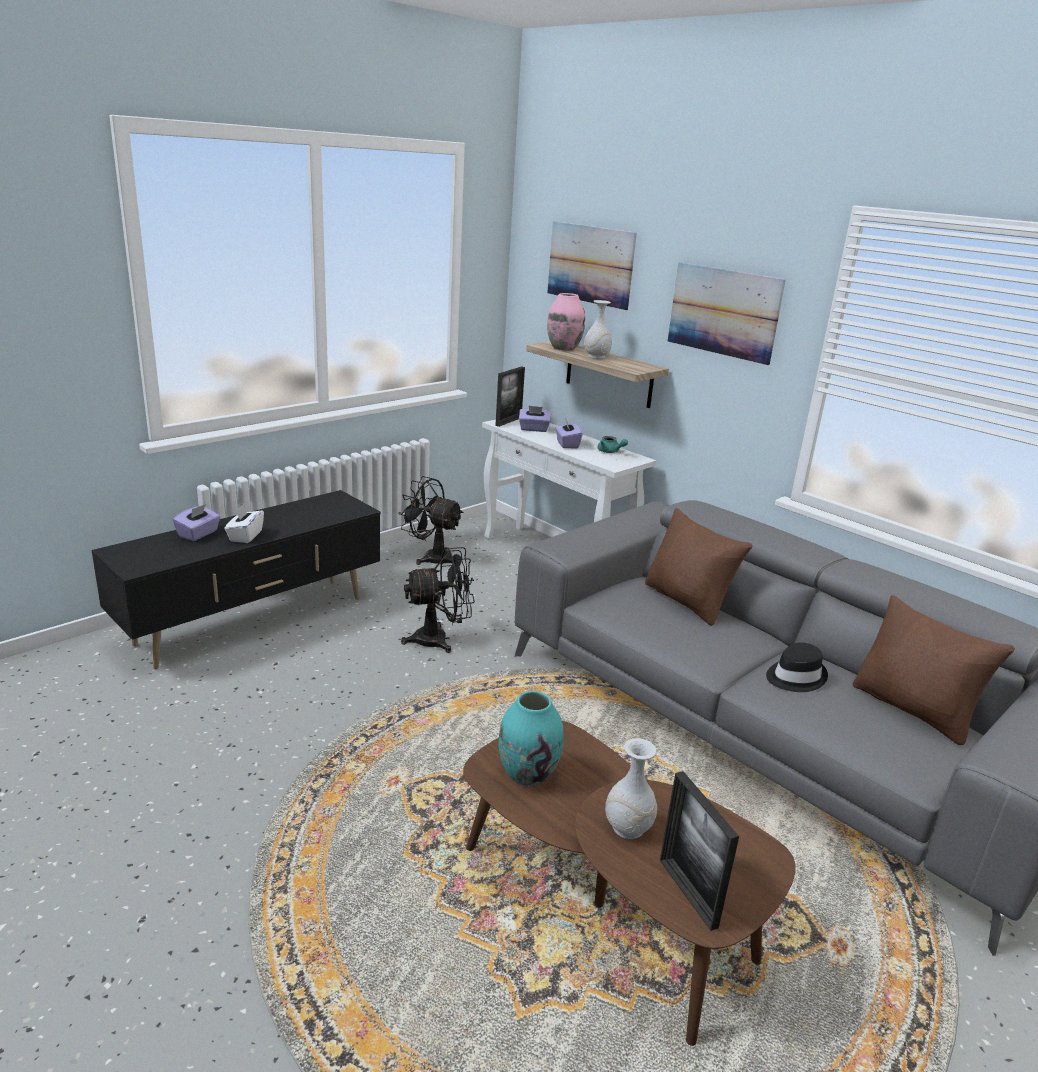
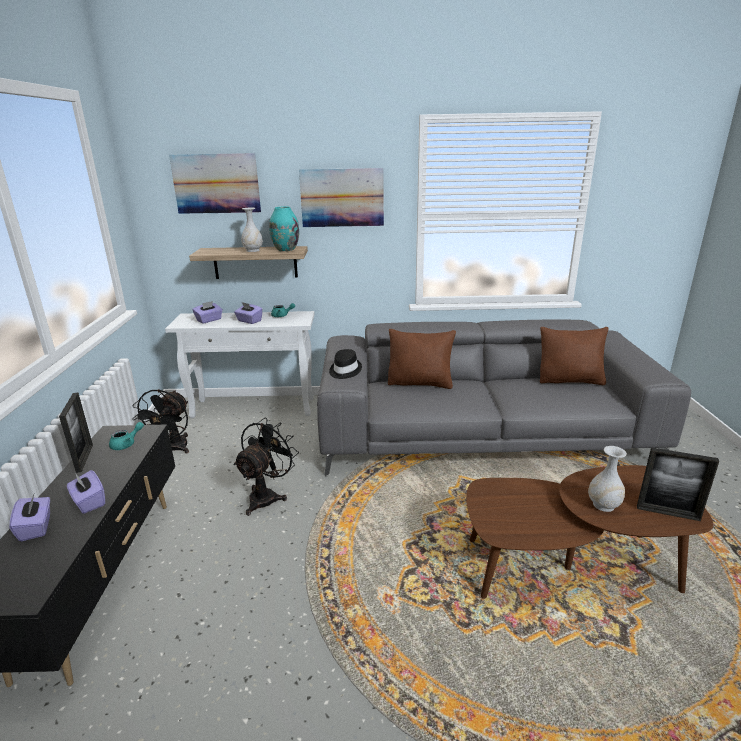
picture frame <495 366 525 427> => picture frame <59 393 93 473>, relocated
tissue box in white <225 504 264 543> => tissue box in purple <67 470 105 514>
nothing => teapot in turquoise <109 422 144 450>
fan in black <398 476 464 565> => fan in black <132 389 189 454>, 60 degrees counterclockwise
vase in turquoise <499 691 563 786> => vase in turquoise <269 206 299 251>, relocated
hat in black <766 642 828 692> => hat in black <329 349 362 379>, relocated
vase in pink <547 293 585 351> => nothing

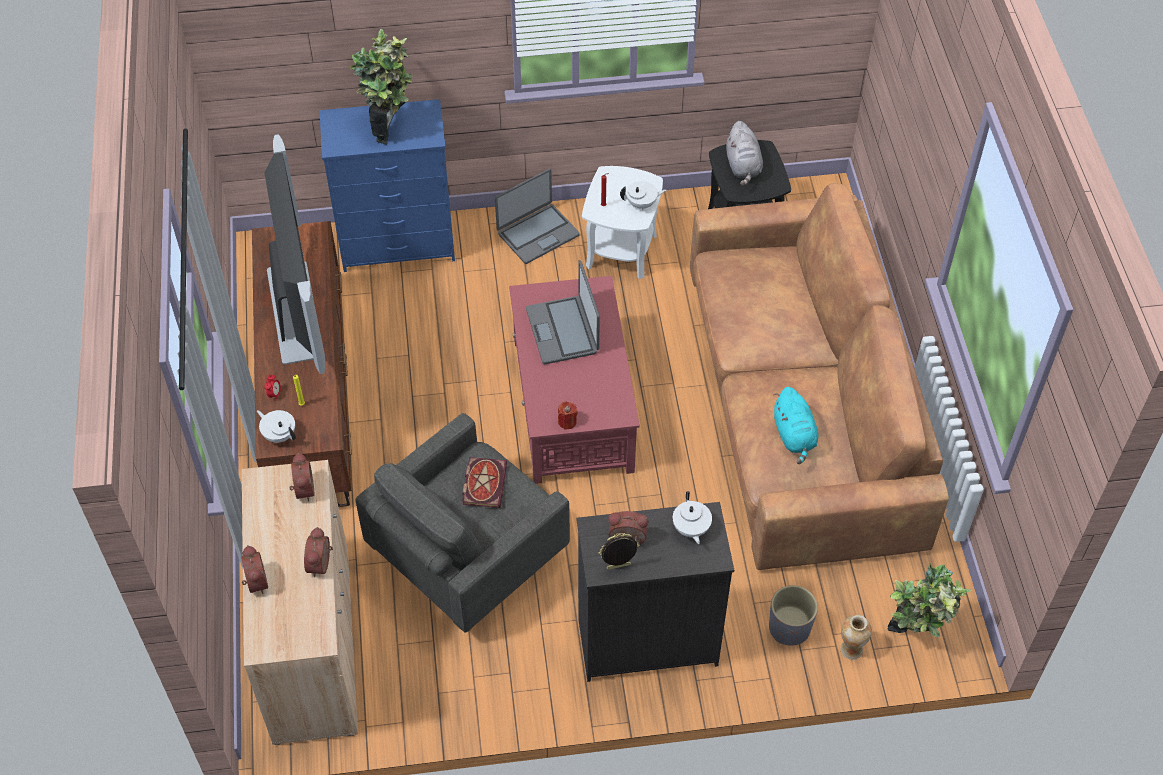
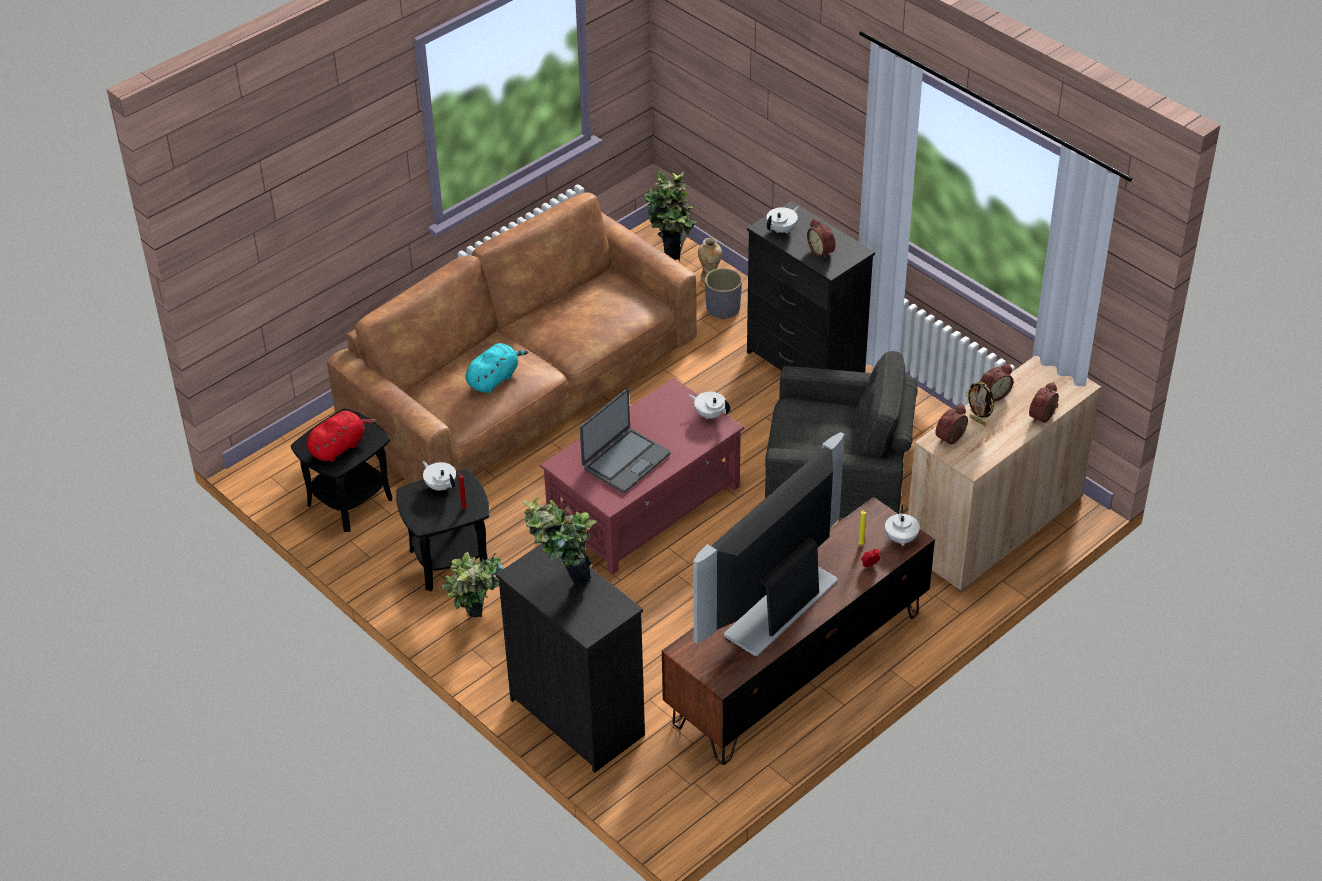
plush toy in grey <726 121 763 186> => plush toy in red <307 411 377 462>
side table in white <582 166 663 279> => side table in black <396 469 489 591>
laptop <495 169 580 264> => potted plant <441 552 504 617>
plush toy in turquoise <774 387 818 464> => plush toy in turquoise <465 343 528 393>, relocated
dresser in blue <319 99 455 272> => dresser in black <496 544 645 773>
candle in red <558 402 578 430> => teapot in white <688 392 730 419>
picture frame <598 533 640 570> => picture frame <966 381 995 426>, relocated
book <462 457 507 508> => nothing

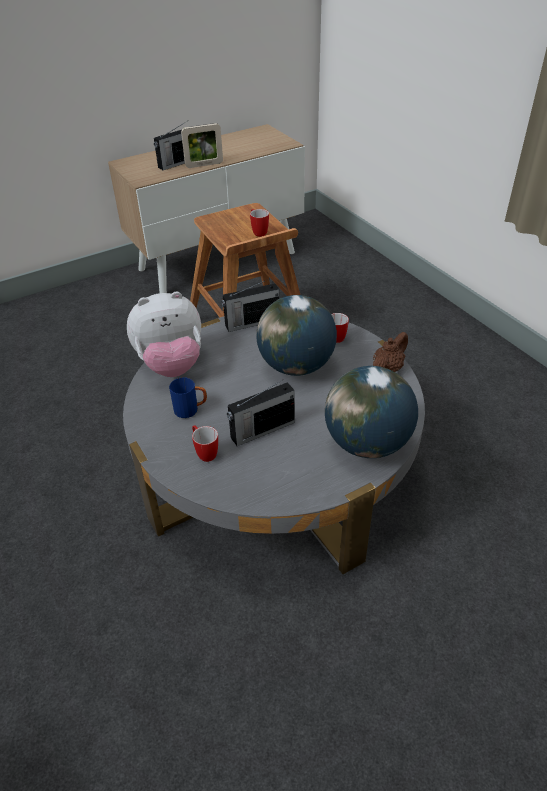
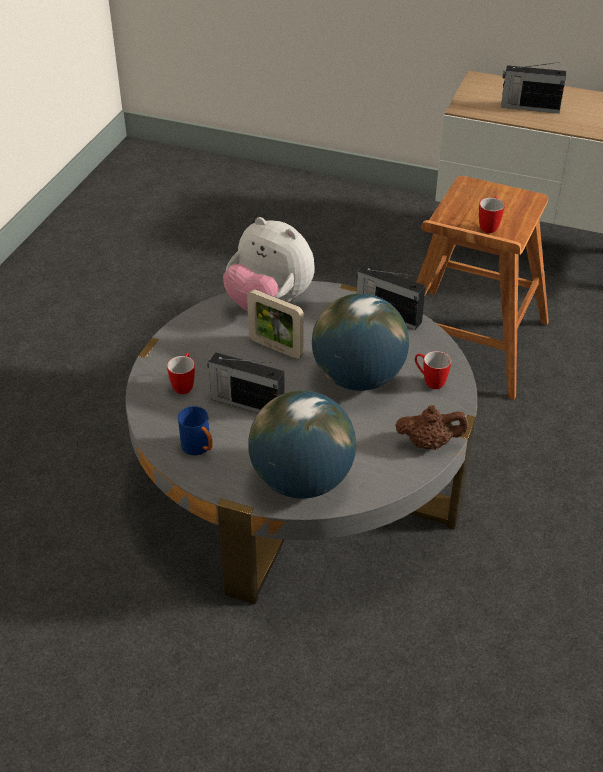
mug in blue <169 378 207 418> => mug in blue <178 406 213 455>, relocated
picture frame <181 123 223 168> => picture frame <247 289 304 359>, relocated

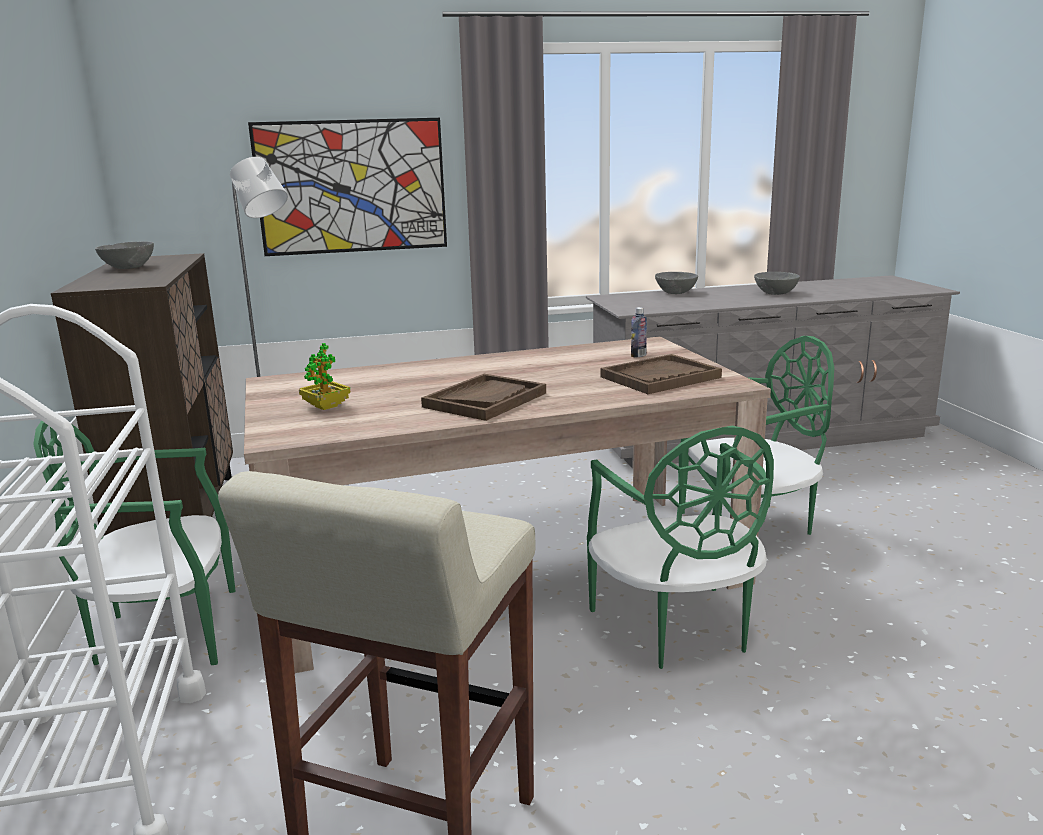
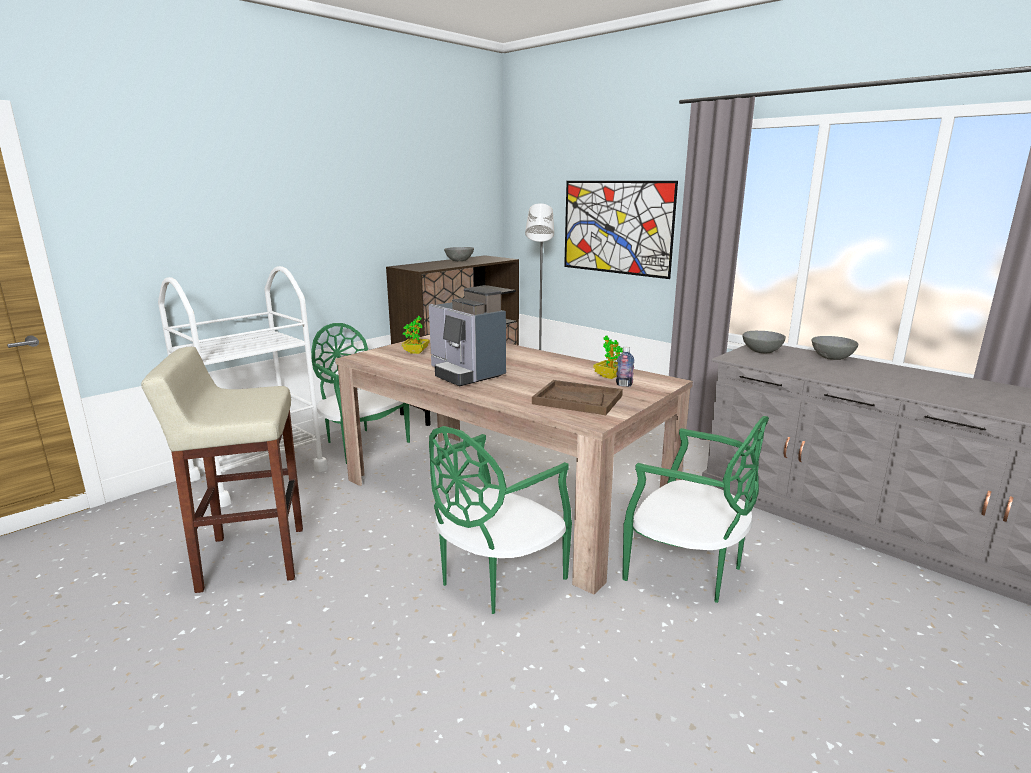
tray in brown <421 374 546 421> => coffee machine <429 286 506 386>
nothing => potted plant <593 336 623 379>
bowl in grey <754 272 800 295> => bowl in grey <742 331 786 353>, relocated

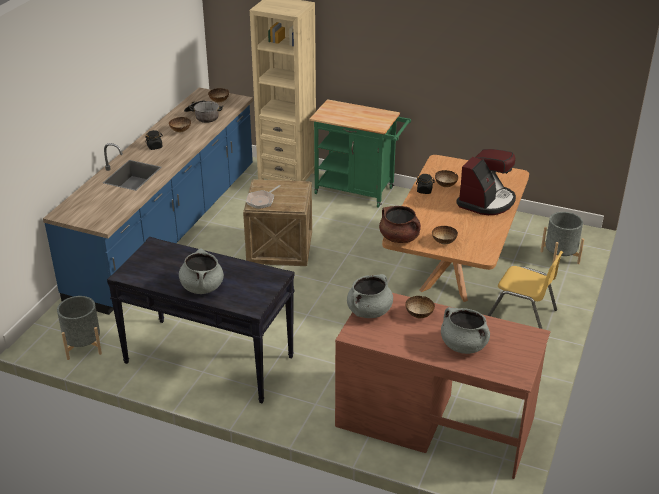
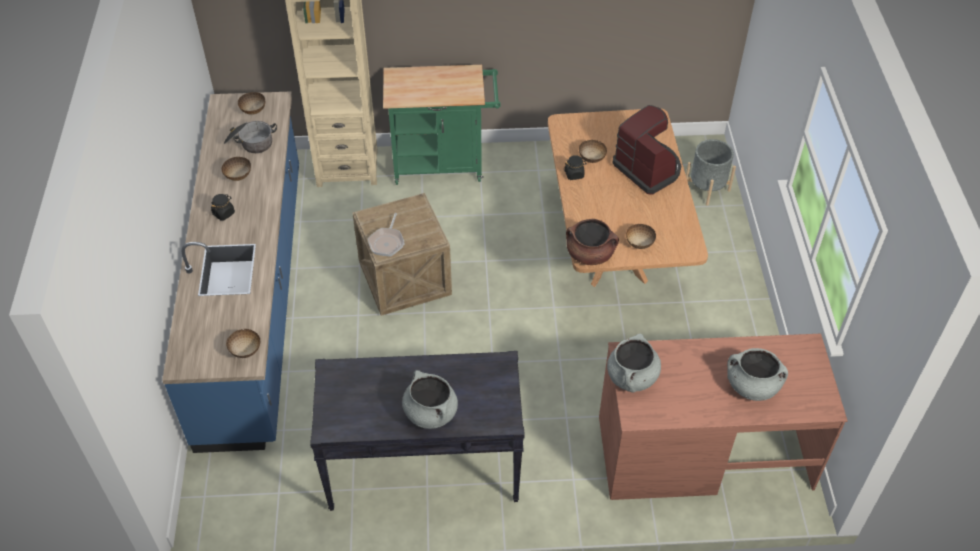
bowl <405 296 435 318> => bowl <226 329 260 358>, relocated
coffee machine <456 149 516 215> => coffee machine <612 105 681 195>, 45 degrees counterclockwise
planter in grey <57 296 102 360> => nothing
chair in yellow <487 251 563 329> => nothing

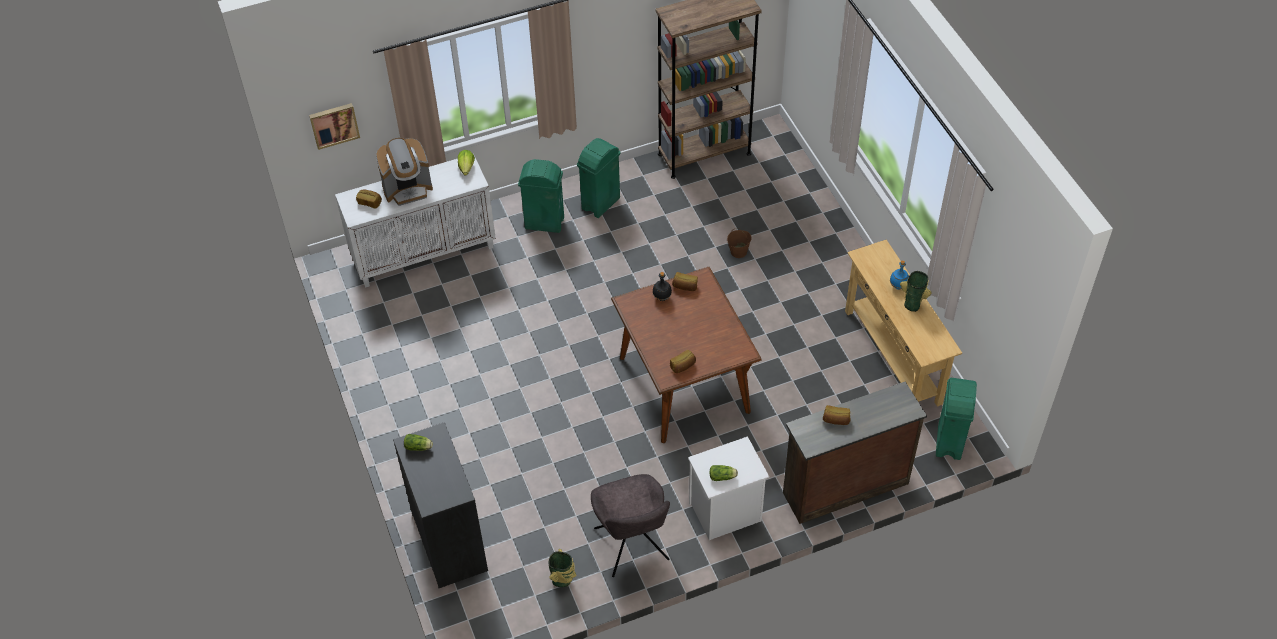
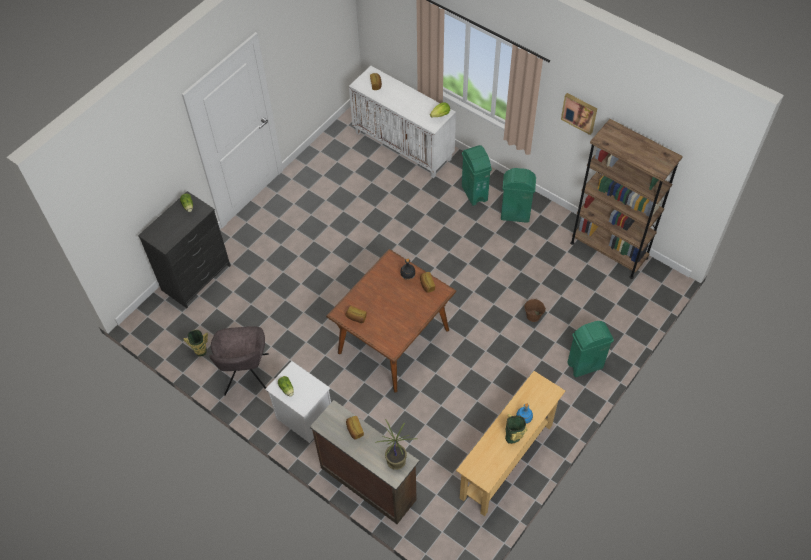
chair in grey <591 474 670 577> => chair in grey <209 326 269 396>, 45 degrees counterclockwise
nothing => potted plant <376 419 417 470>
picture <309 103 360 150> => picture <561 93 597 135>, relocated
trash can in green <936 378 977 460> => trash can in green <567 321 614 378>, relocated
coffee machine <376 138 433 206> => nothing

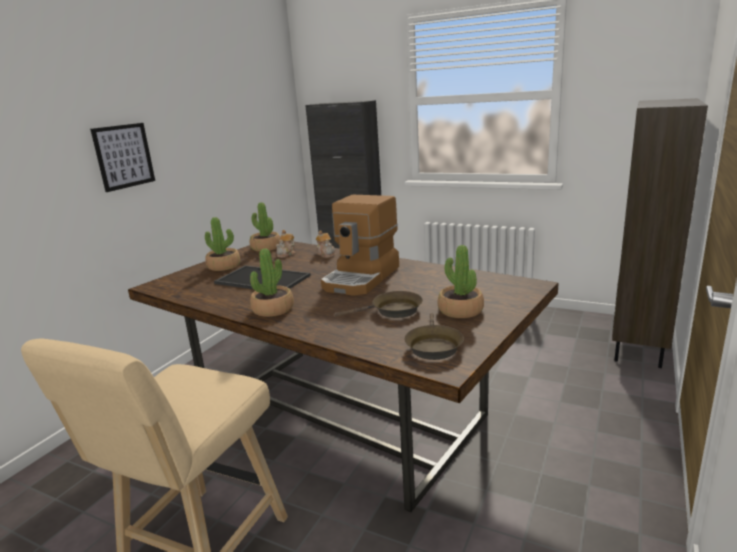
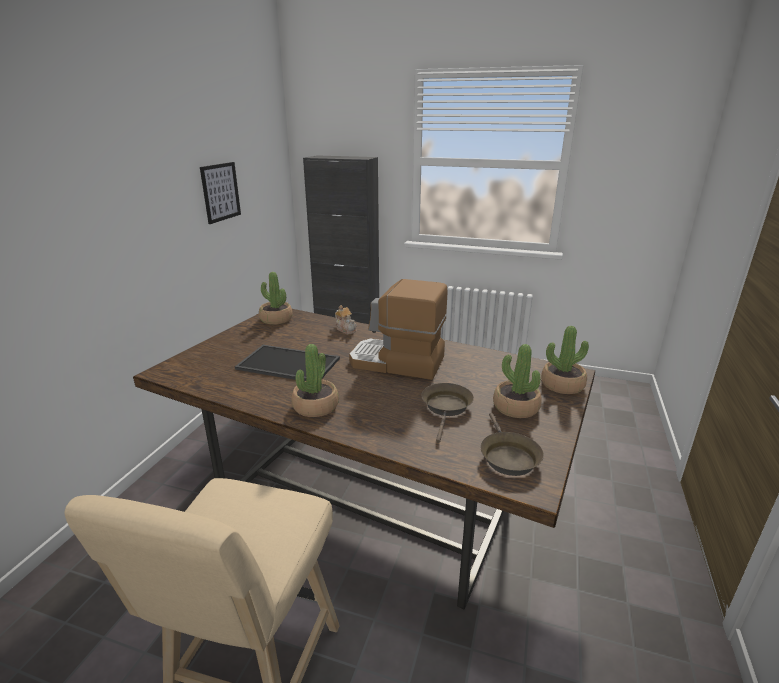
picture <90 123 155 192> => picture <200 162 241 224>, relocated
coffee machine <321 195 399 296> => coffee machine <349 279 448 380>, 90 degrees clockwise
frying pan in brown <335 291 423 318> => frying pan in brown <421 383 474 443>, 60 degrees counterclockwise
potted plant <205 217 240 271> => potted plant <541 326 589 394>, relocated
teapot <276 230 295 258> => nothing
bookcase in brown <612 98 708 368> => nothing

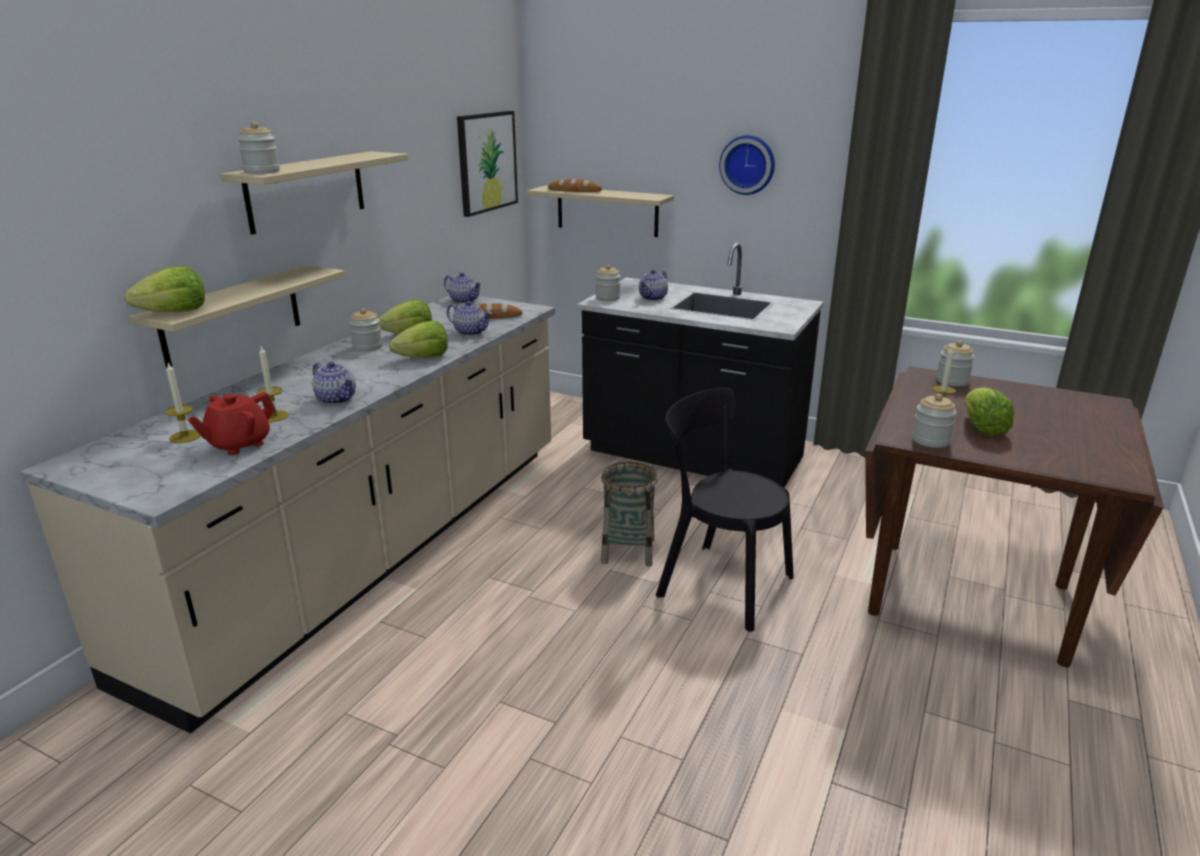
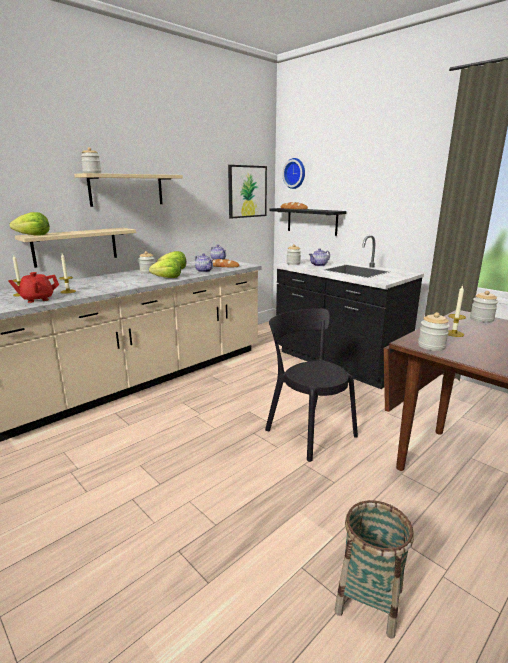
shelf in beige <527 185 674 237> => shelf in black <270 208 346 236>
wall clock <719 135 775 195> => wall clock <282 158 305 189>, relocated
basket <601 461 658 567> => basket <335 500 414 639>, relocated
teapot <312 361 356 405> => nothing
lettuce <965 387 1015 436> => nothing

